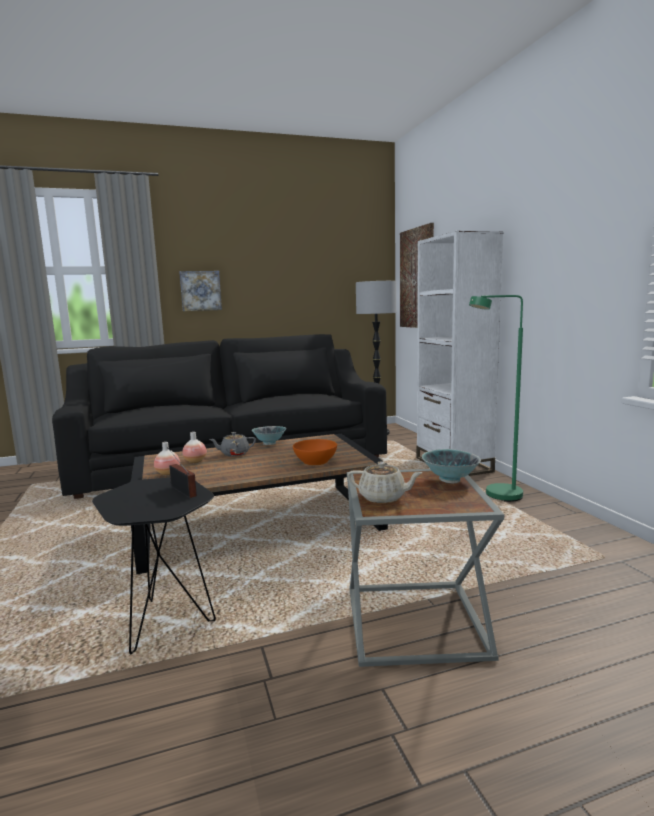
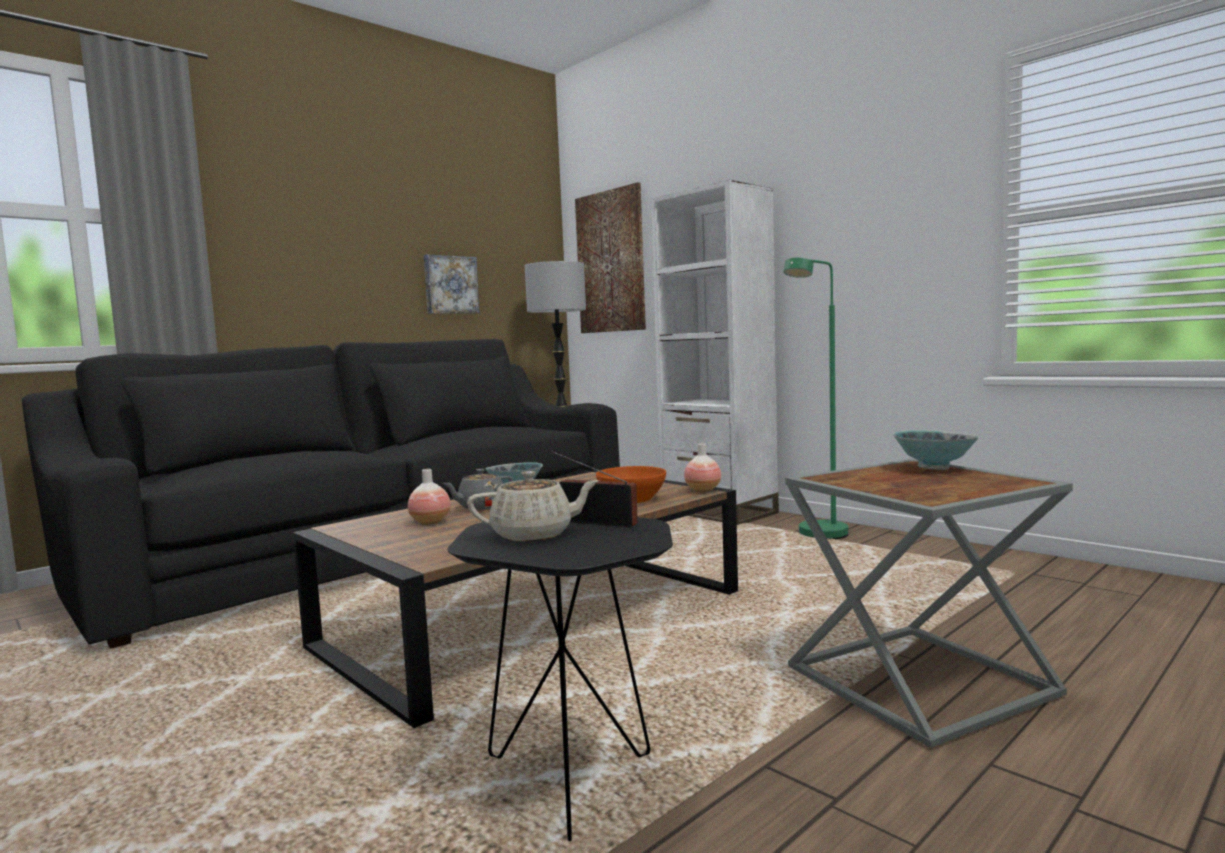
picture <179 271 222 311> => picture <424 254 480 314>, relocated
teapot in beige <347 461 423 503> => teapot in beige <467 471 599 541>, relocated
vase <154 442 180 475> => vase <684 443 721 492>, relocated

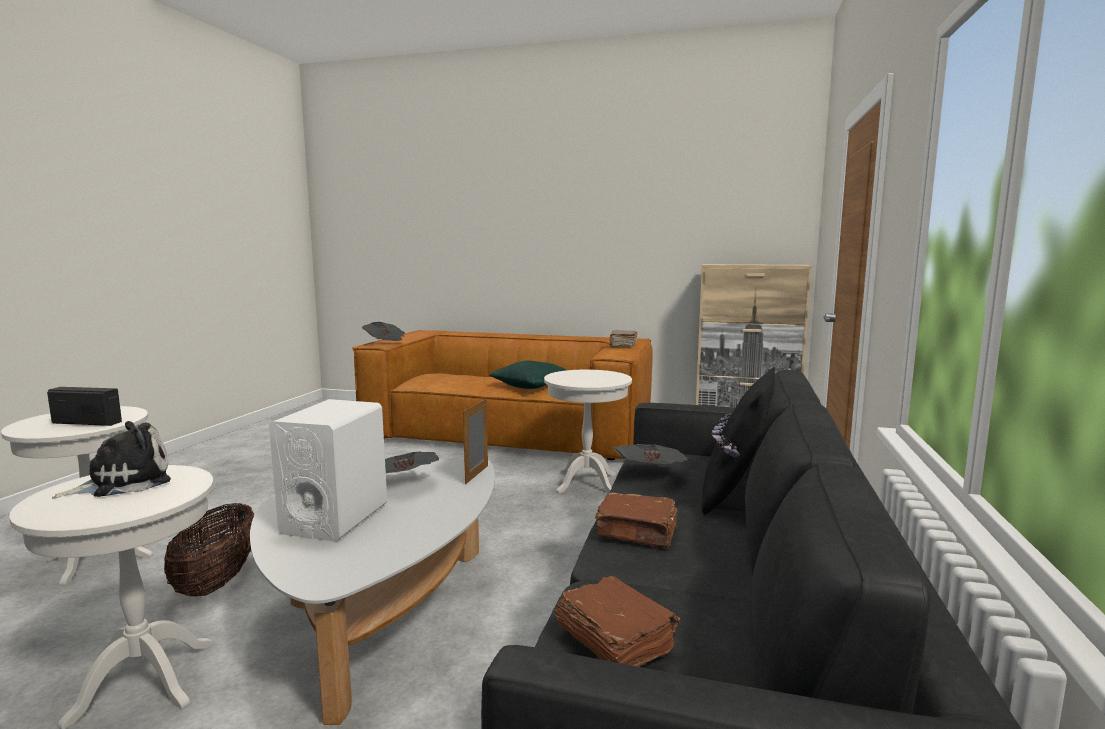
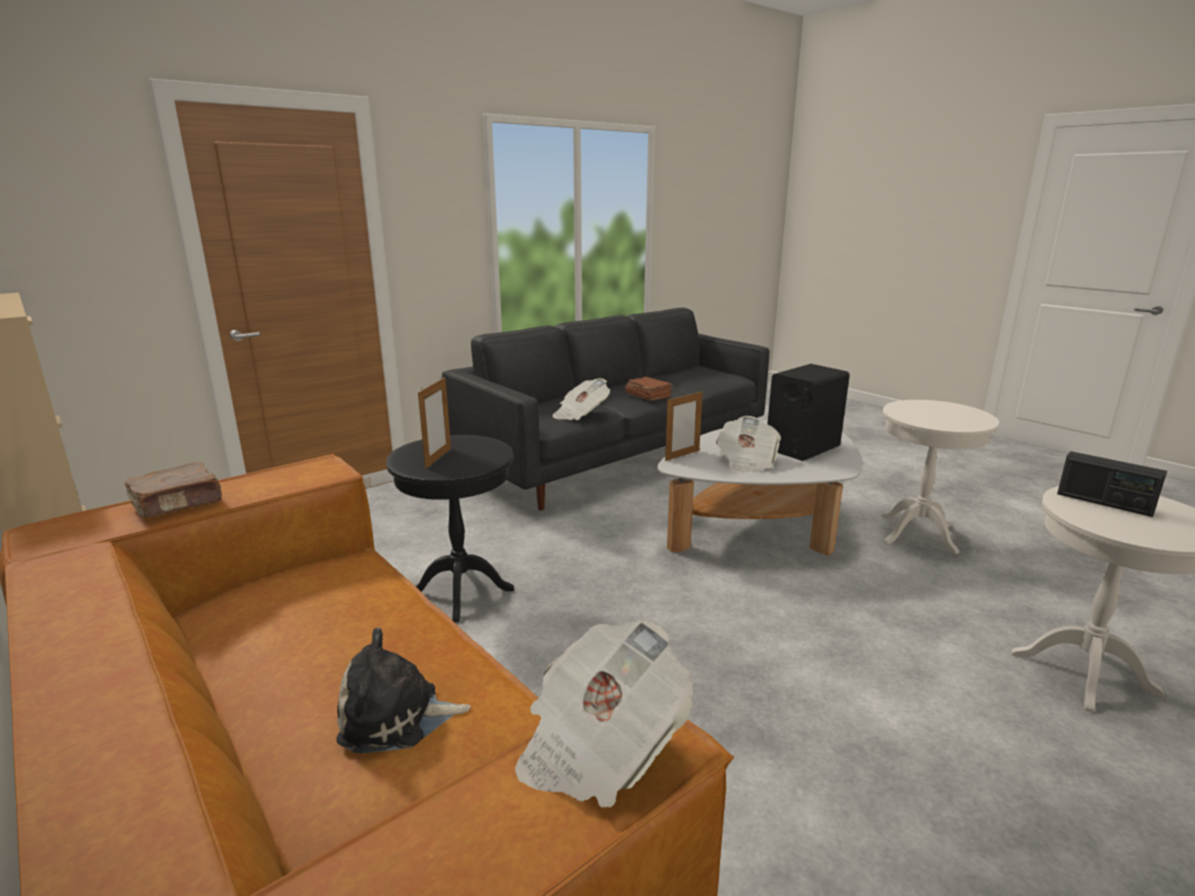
plush toy <52 421 171 499> => plush toy <336 628 471 753>, relocated
side table in white <544 370 632 493> => side table in black <386 435 514 622>
nothing => picture frame <418 377 451 469>
speaker in white <269 399 387 542> => speaker in black <767 364 850 461>
basket <164 503 254 596> => nothing
pillow in green <489 360 566 389> => nothing
book in brown <555 576 680 667> => nothing
pillow in black <702 367 775 515> => nothing

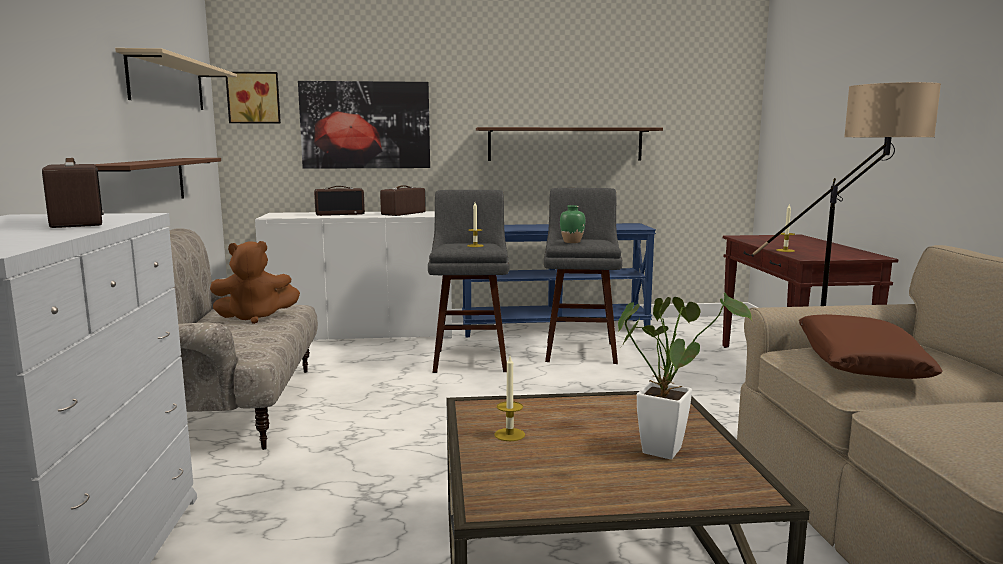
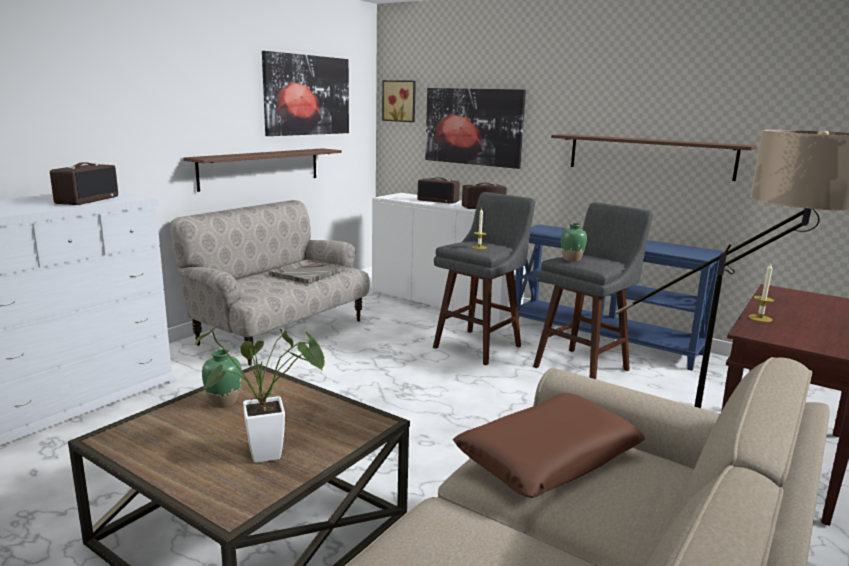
candle <494 356 525 441> => vase in green <202 349 242 408>
shelf in beige <115 48 237 110> => picture <262 51 349 136>
plush toy in brown <210 241 300 324> => tray in grey <269 259 346 284>

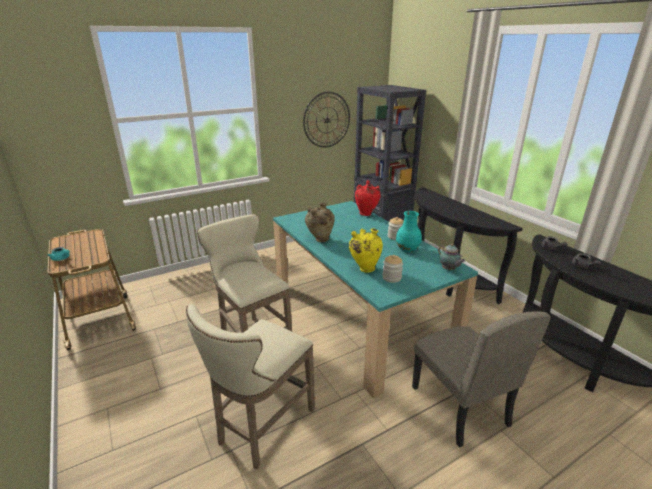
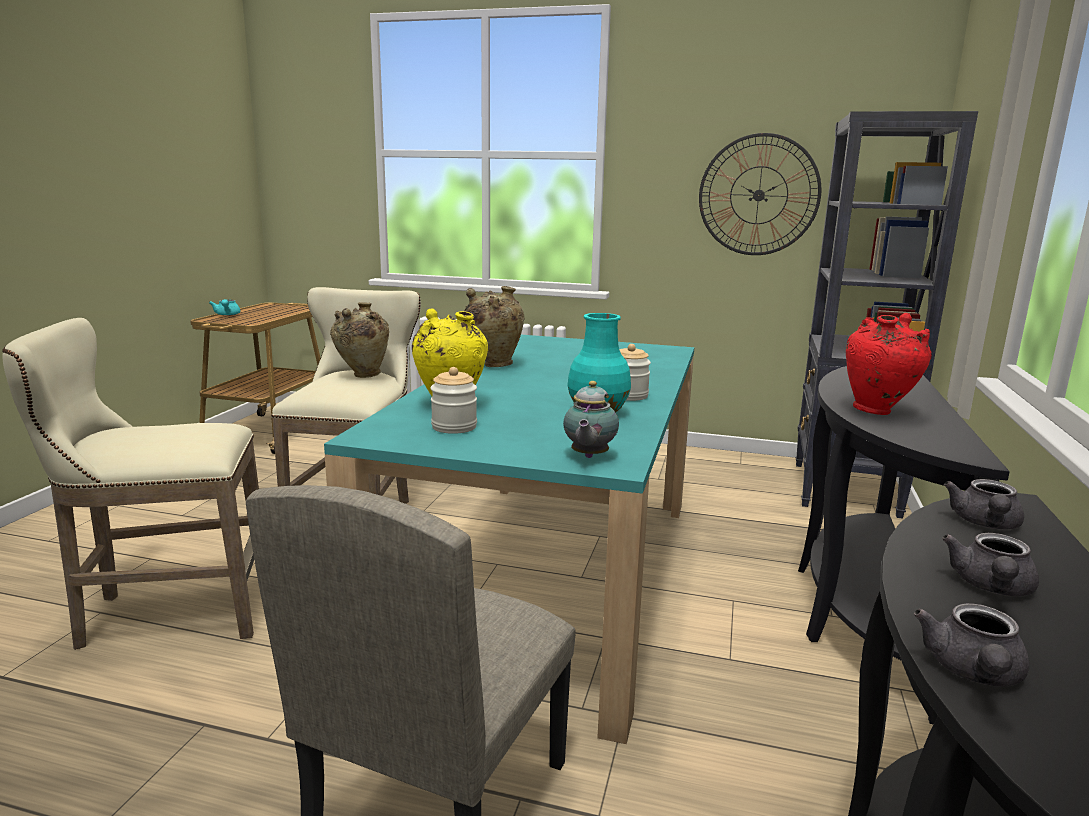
nothing => vase in beige <330 302 389 378>
vase in red <355 180 381 216> => vase in red <846 313 932 415>, relocated
nothing => teapot in grey <914 603 1030 687>

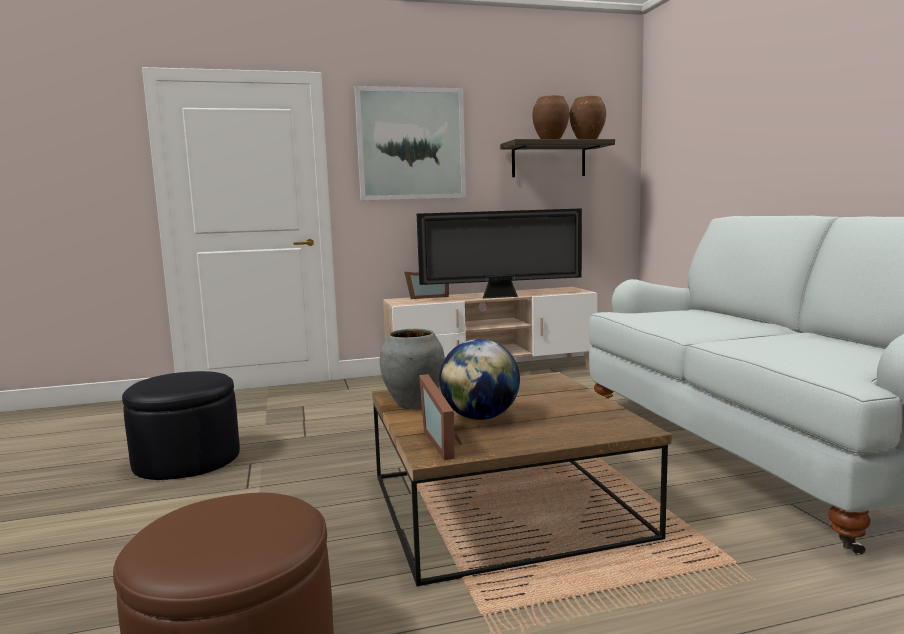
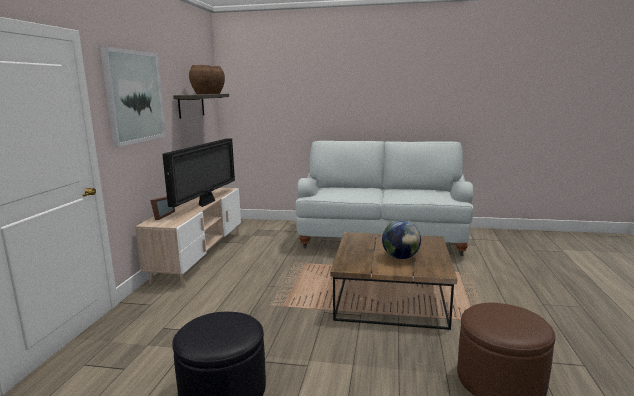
vase in grey <380 328 445 409> => nothing
picture frame <419 374 462 460> => nothing

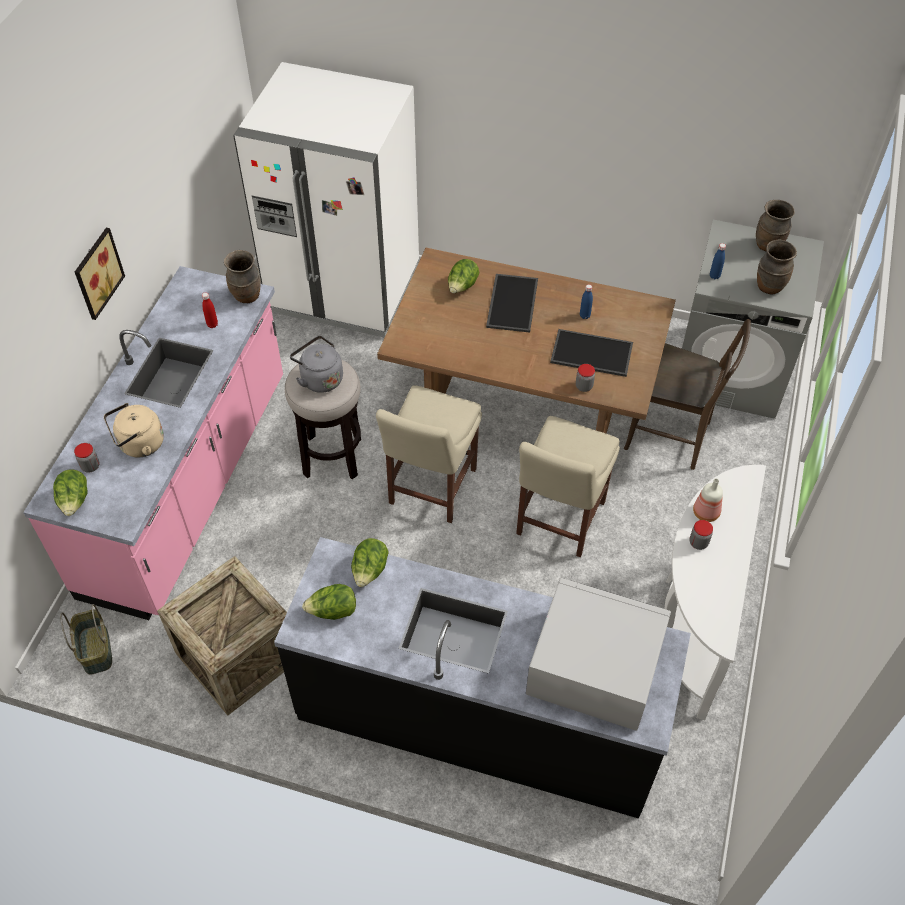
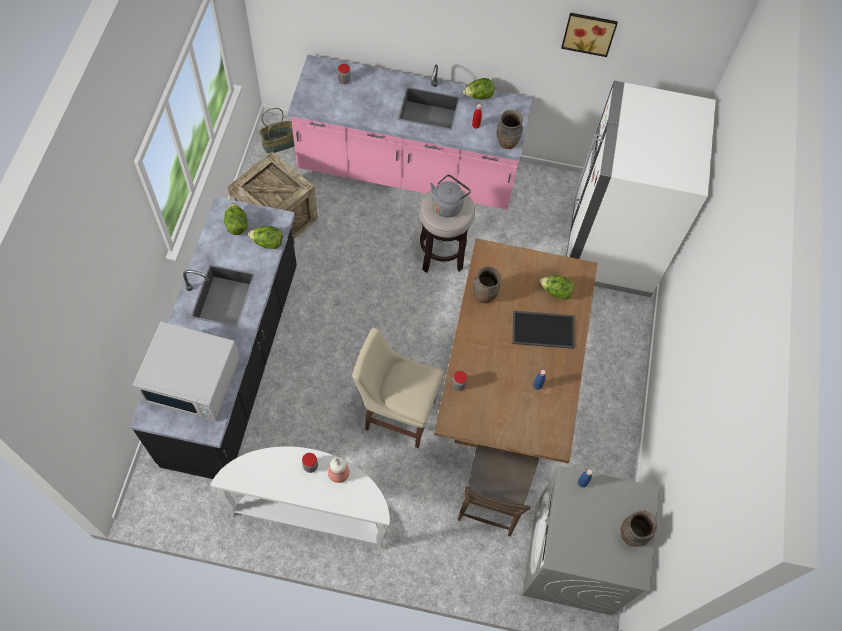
microwave in white <526 578 671 731> => microwave in white <132 322 240 421>, 90 degrees clockwise
lettuce <53 470 87 516> => lettuce <463 78 494 100>, relocated
vase in brown <757 239 797 295> => vase in brown <473 267 502 303>, relocated
picture <75 228 125 320> => picture <561 13 618 57>, relocated
kettle in beige <104 403 164 457> => nothing
chair in beige <376 385 482 523> => nothing
tray <550 329 633 377> => nothing

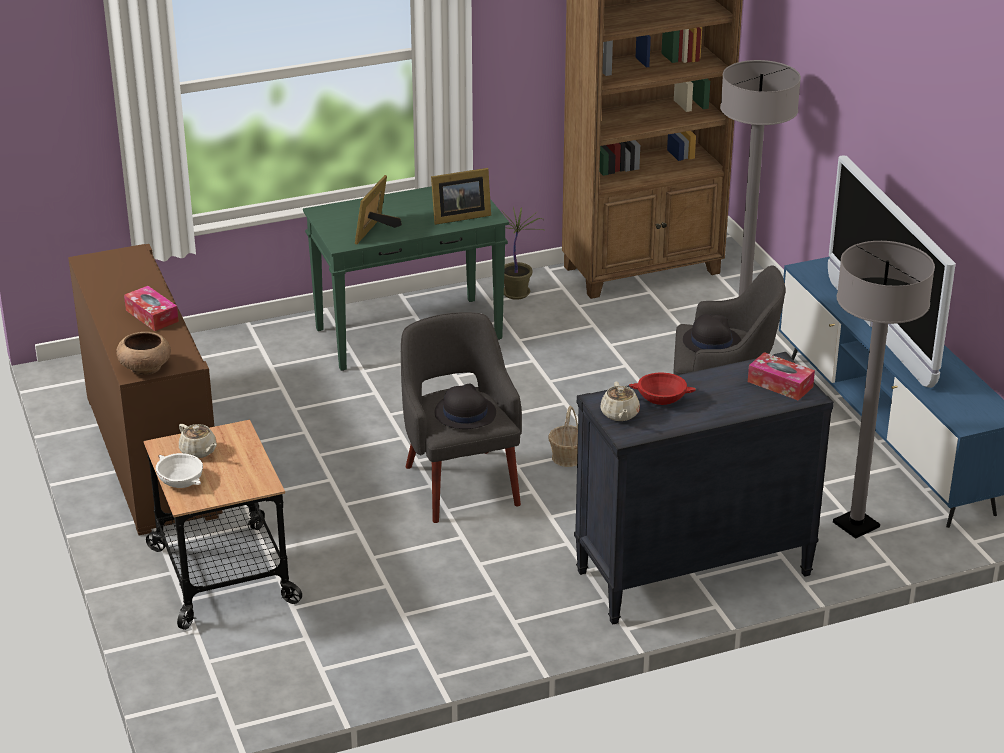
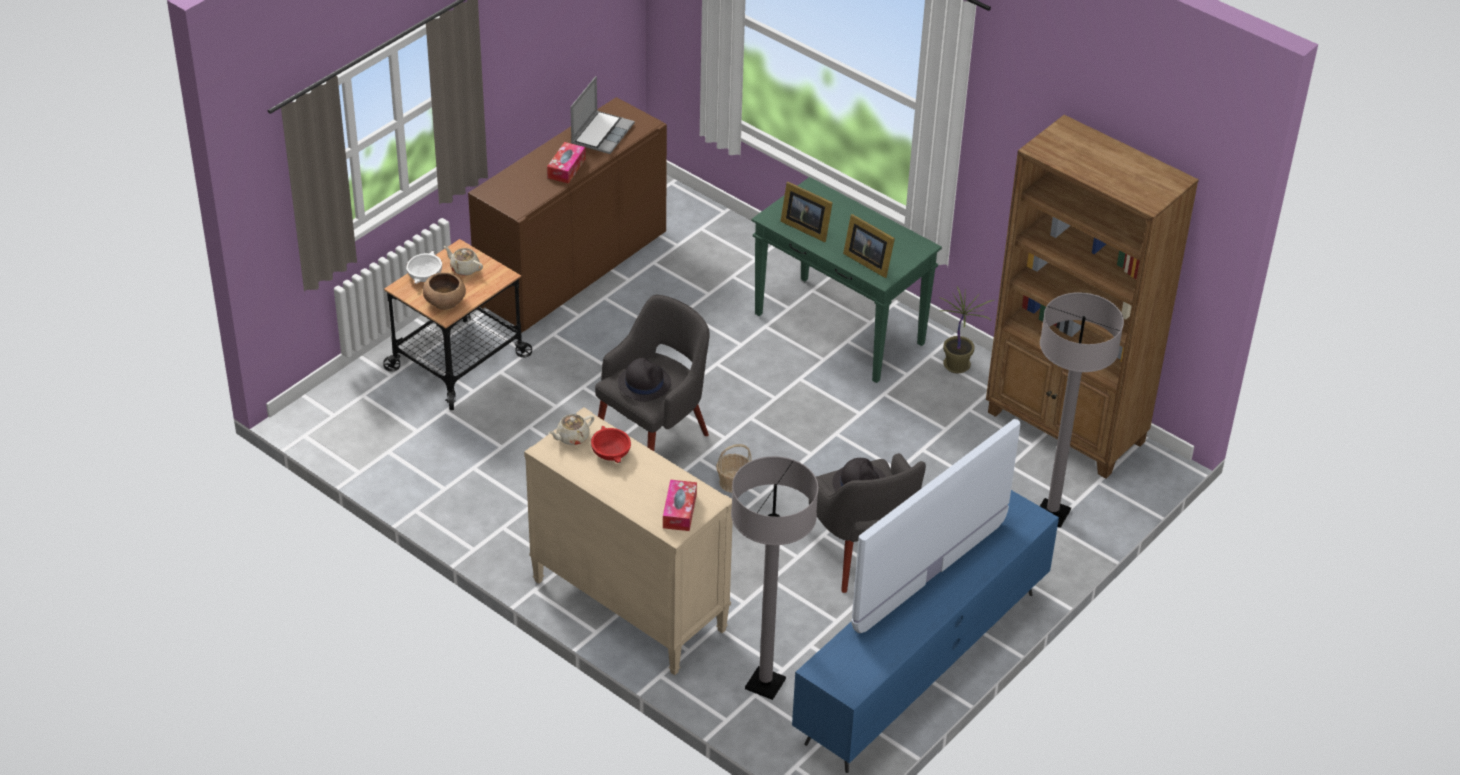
bowl in brown <116 332 171 375> => bowl in brown <423 272 466 310>, relocated
teapot in beige <179 424 217 458> => teapot in beige <444 246 483 276>, 105 degrees clockwise
dresser in black <574 352 834 625> => dresser in beige <524 407 733 675>
nothing => laptop <570 76 635 154>
picture frame <355 175 402 245> => picture frame <780 182 833 242>, 135 degrees counterclockwise

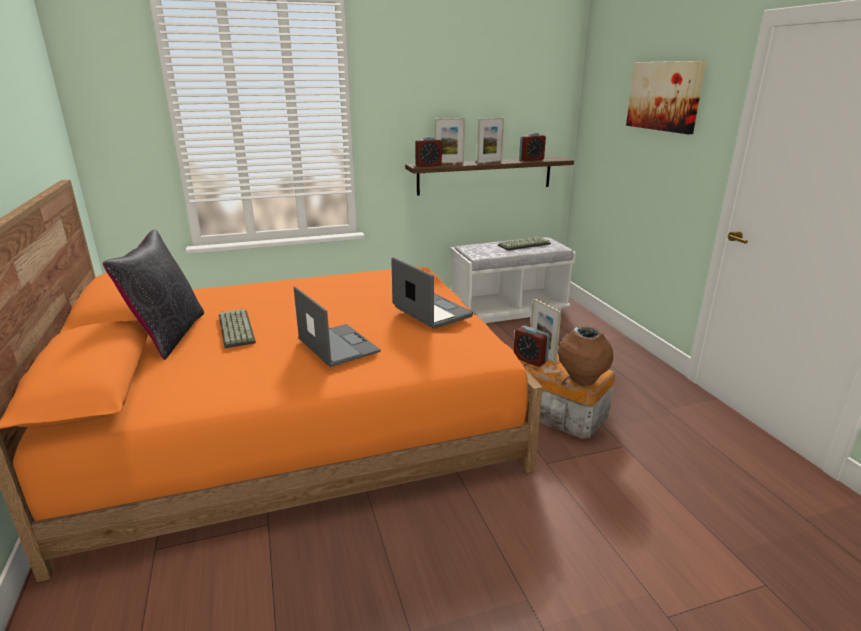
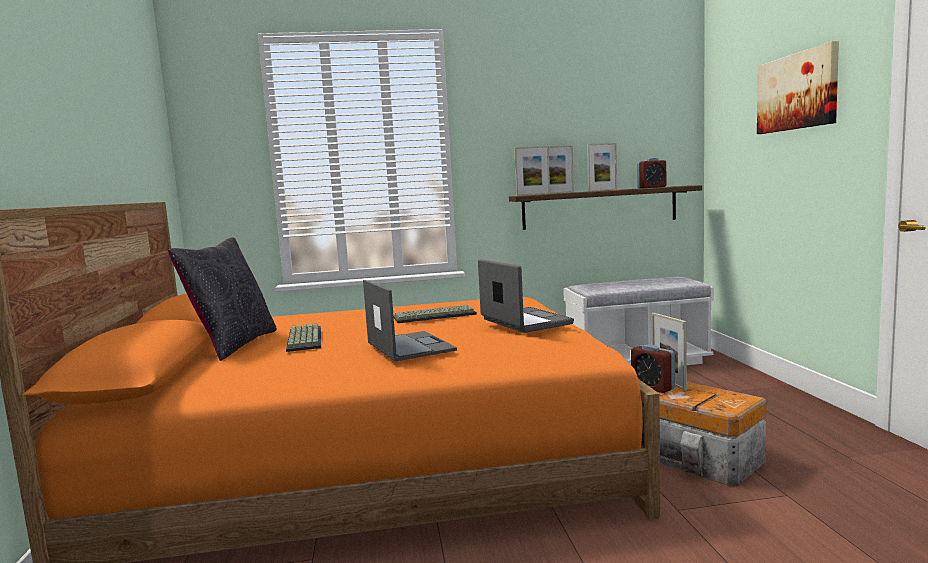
keyboard <498 237 551 251> => keyboard <394 305 477 323>, relocated
alarm clock <415 137 442 167> => picture frame <515 146 550 196>
vase in brown <558 326 613 385> => nothing

